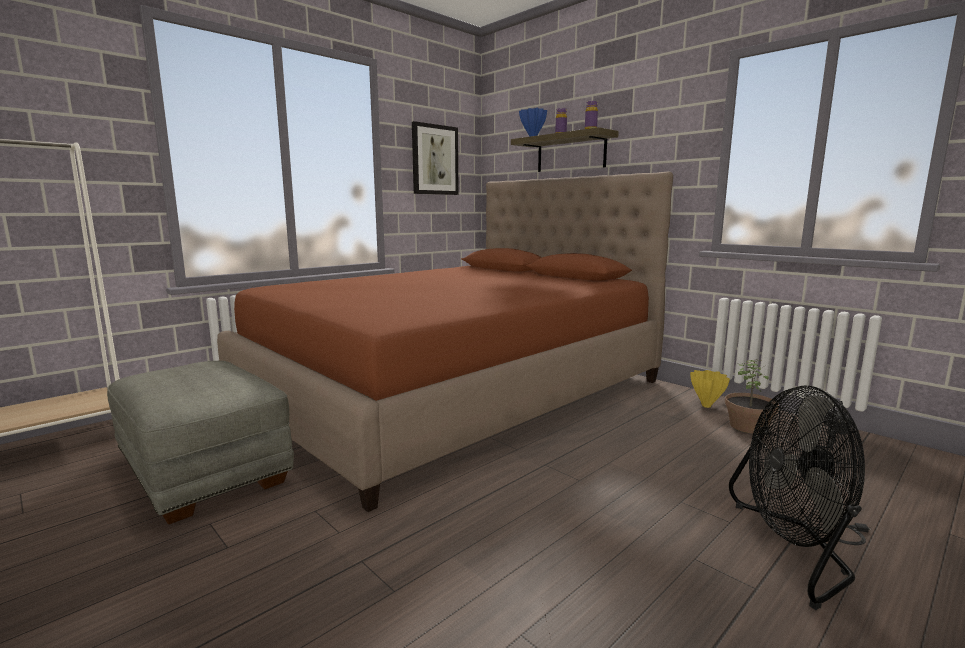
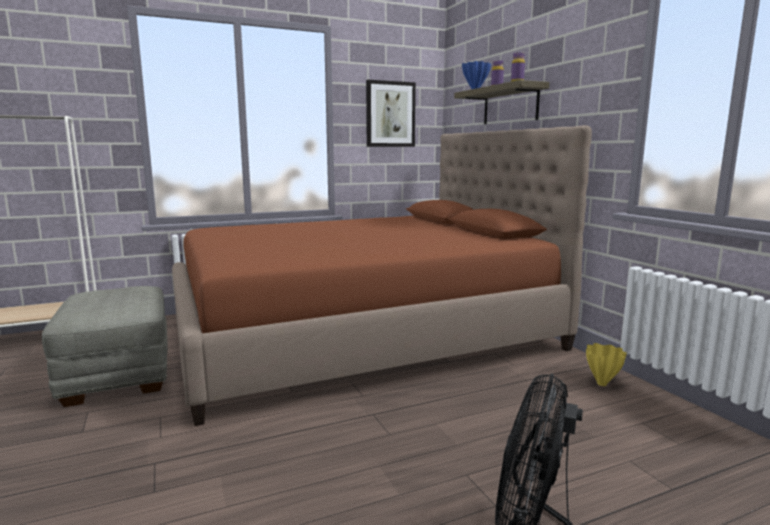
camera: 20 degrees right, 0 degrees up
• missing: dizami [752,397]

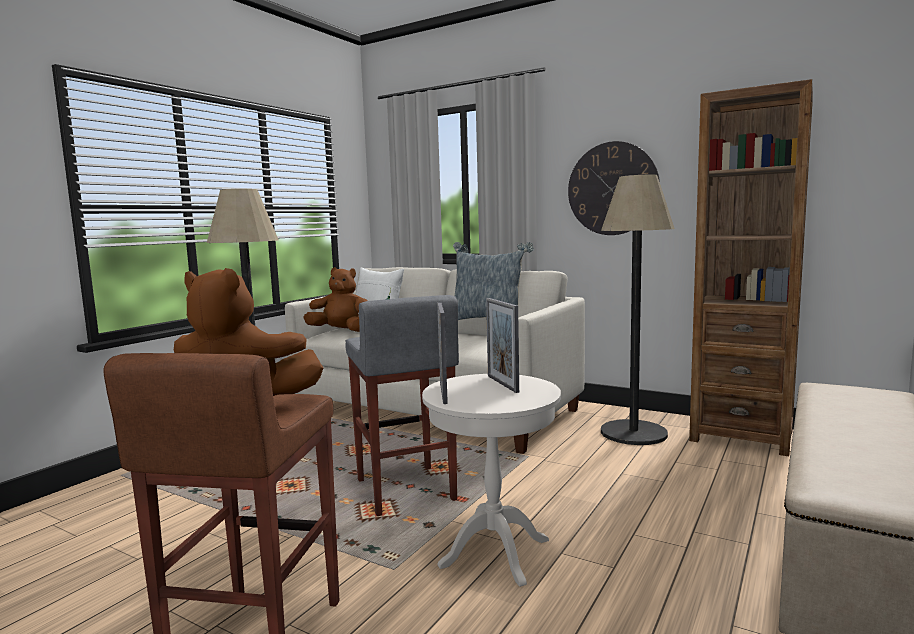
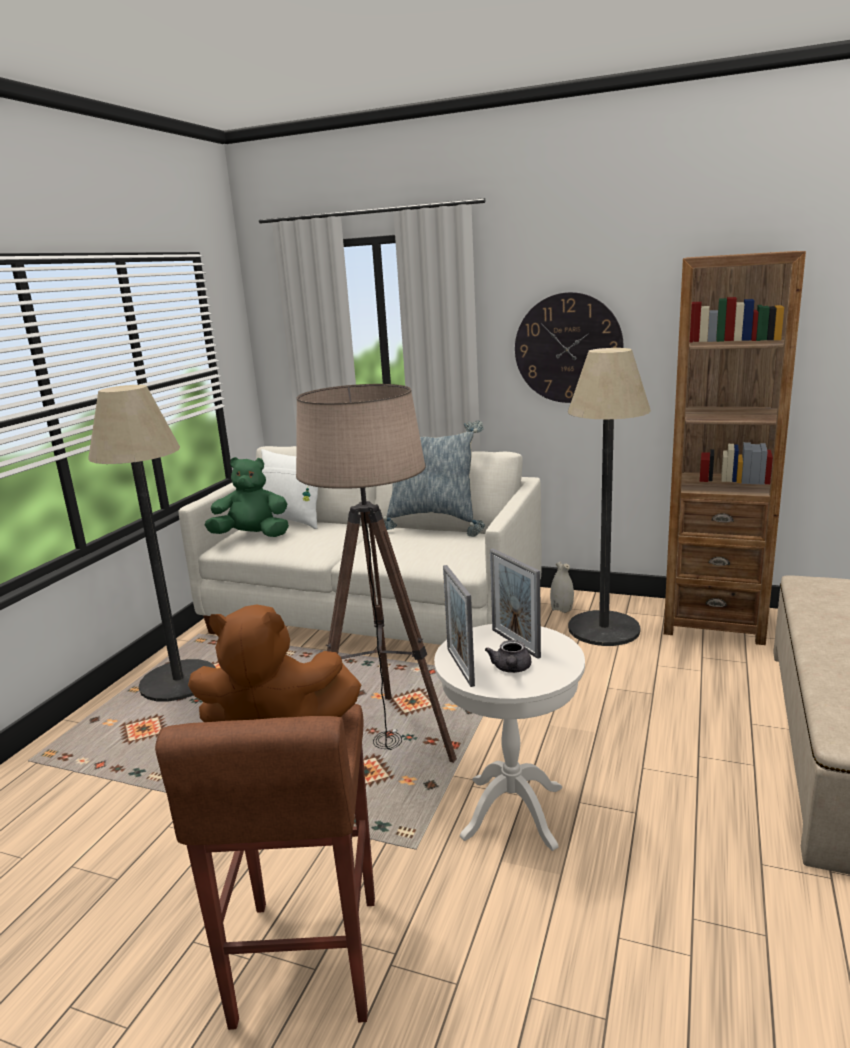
camera: 10 degrees left, 10 degrees up
• appeared: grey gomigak [508,656]
• appeared: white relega [562,587]
• exchanged: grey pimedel [402,405] to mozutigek [376,573]
• colour: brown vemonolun [335,299] to green vemonolun [247,497]

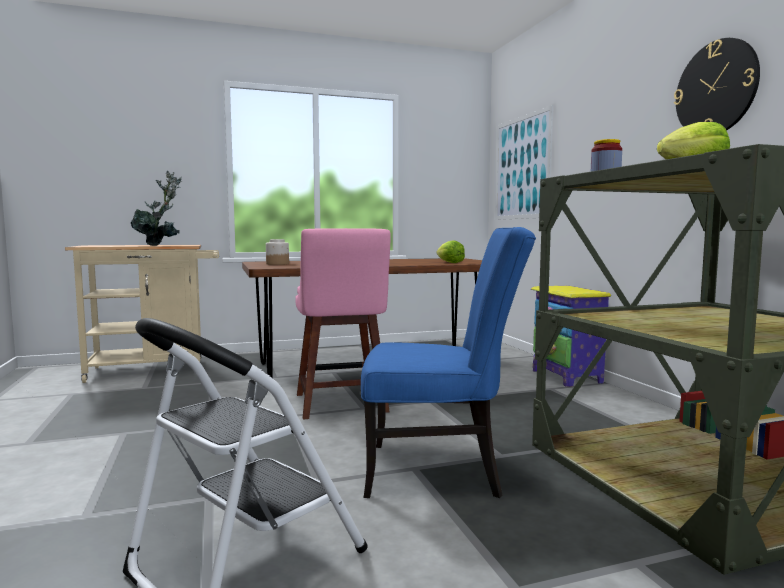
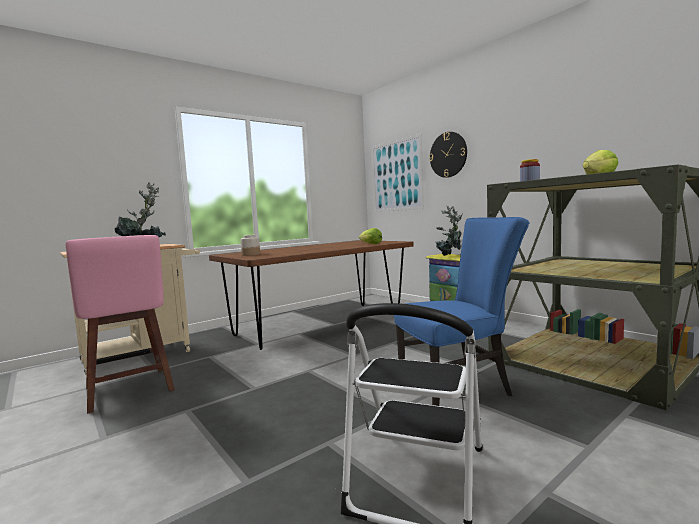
camera: 20 degrees left, 0 degrees up
• appeared: dizami [449,230]
• relocated: pink pimedel [343,323] to [120,324]
• relocated: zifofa [717,84] to [448,155]

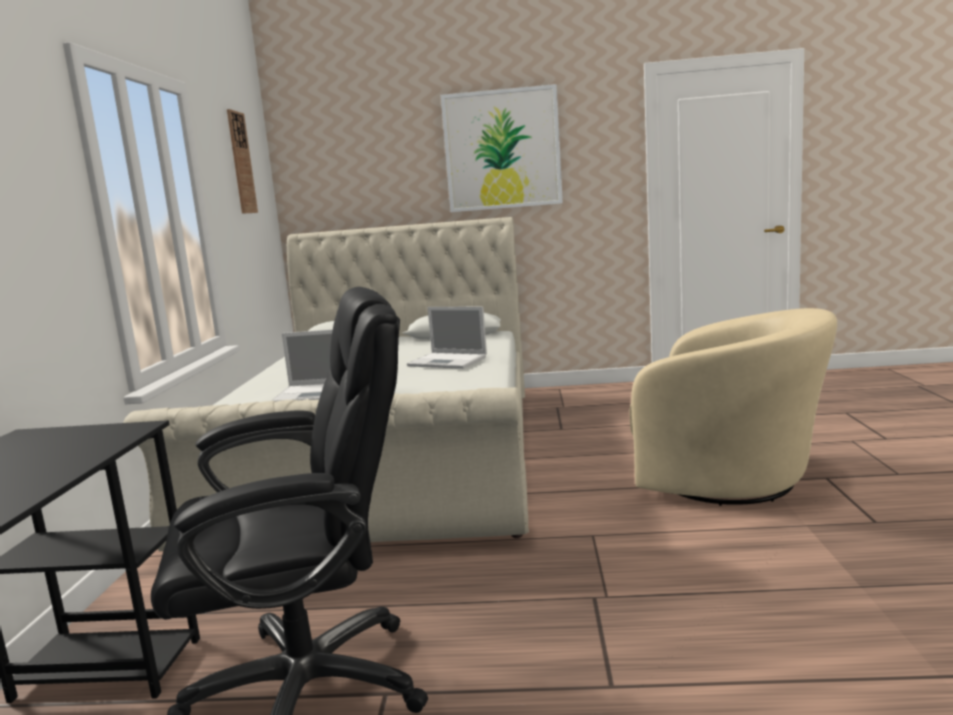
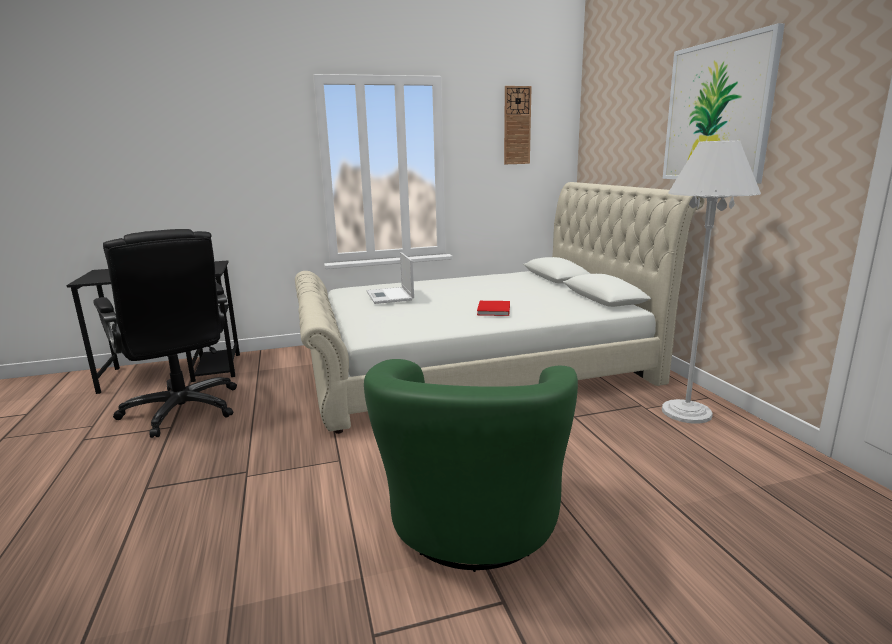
camera: 70 degrees right, 5 degrees up
• appeared: white mozutigek [711,282]
• exchanged: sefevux [447,338] to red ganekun [493,308]
• colour: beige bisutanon [733,407] to green bisutanon [471,465]

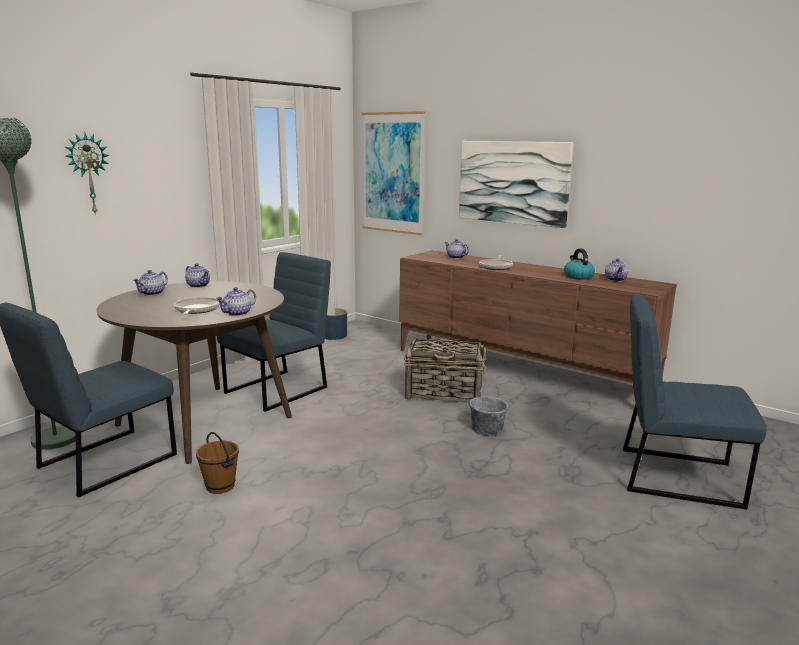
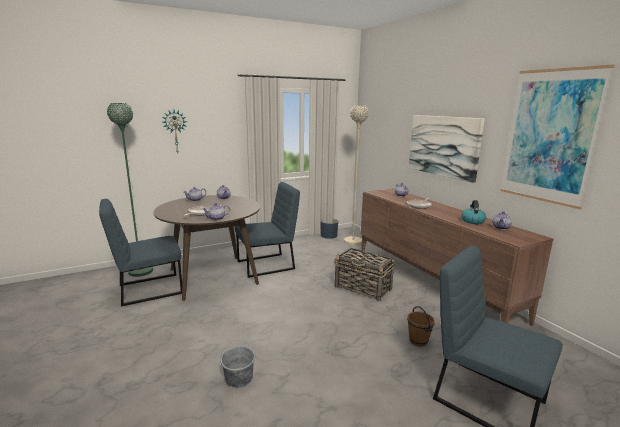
camera: 25 degrees right, 0 degrees up
• appeared: beige mozutigek [356,175]
• relocated: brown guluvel [217,463] to [421,326]
• relocated: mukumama [393,173] to [557,137]
• relocated: grey guluvel [488,410] to [237,364]

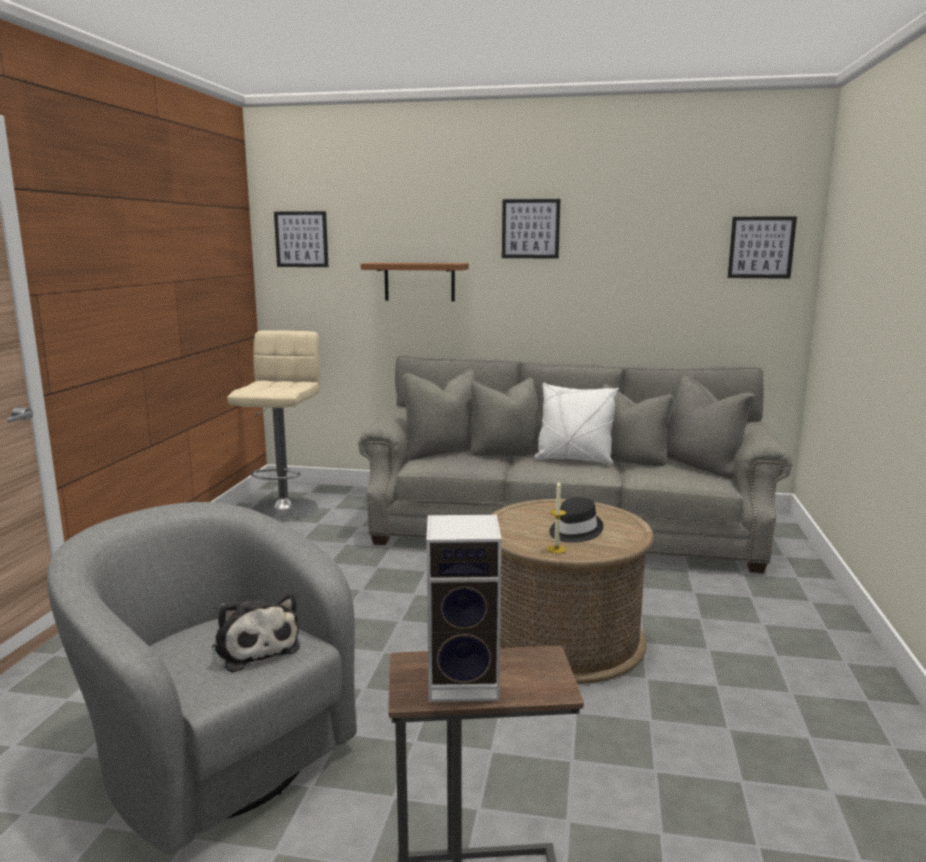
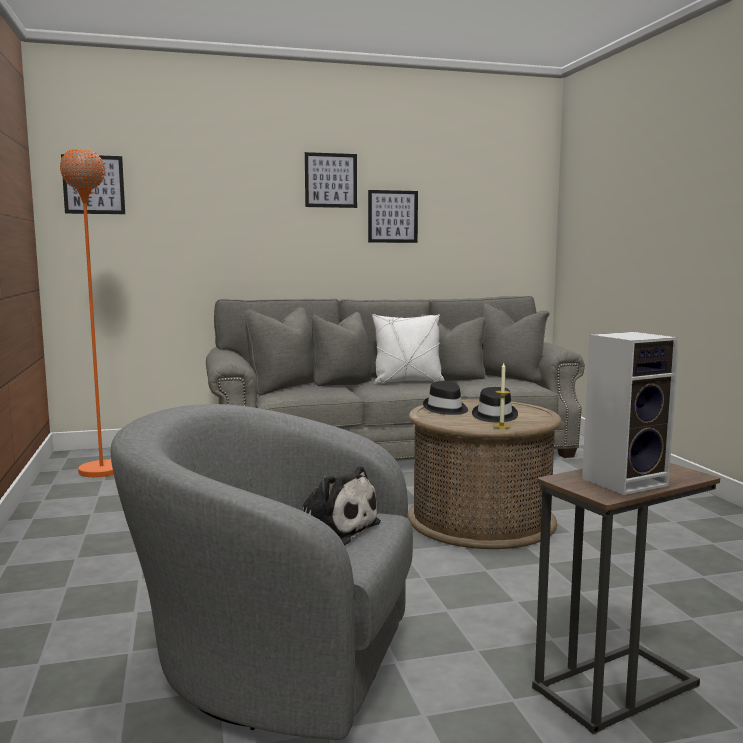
camera: 25 degrees left, 5 degrees down
• missing: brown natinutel [415,282]
• appeared: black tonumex [445,398]
• relocated: mukumama [762,247] to [393,216]
• exchanged: beige pimedel [273,426] to orange mozutigek [87,313]

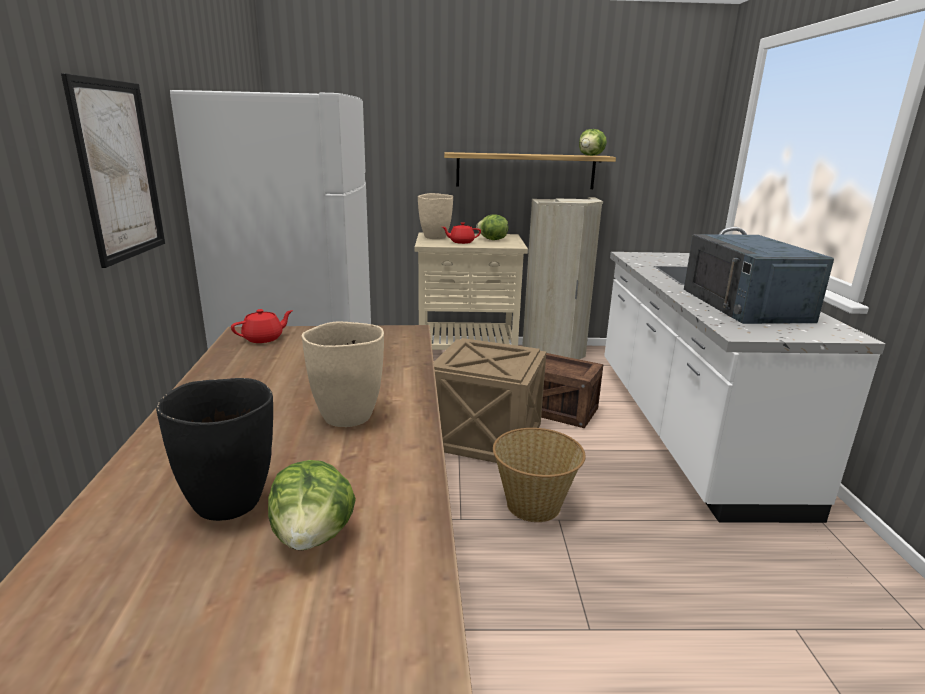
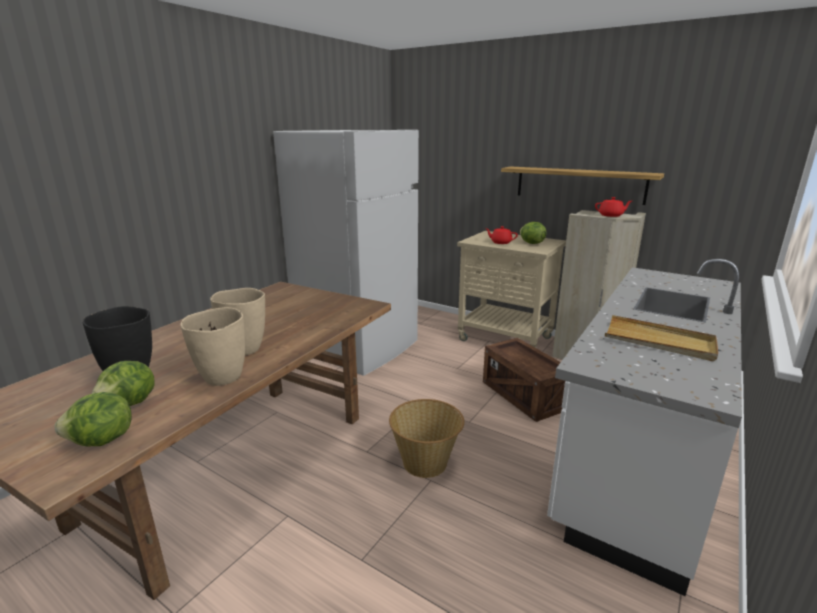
camera: 35 degrees right, 0 degrees up
• missing: mukumama [113,170]
• missing: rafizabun [490,400]
• relocated: red gomigak [262,326] to [613,207]
• relocated: beige relega [435,216] to [212,346]
• relocated: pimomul [593,142] to [93,419]
• exchanged: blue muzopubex [759,279] to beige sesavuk [661,338]

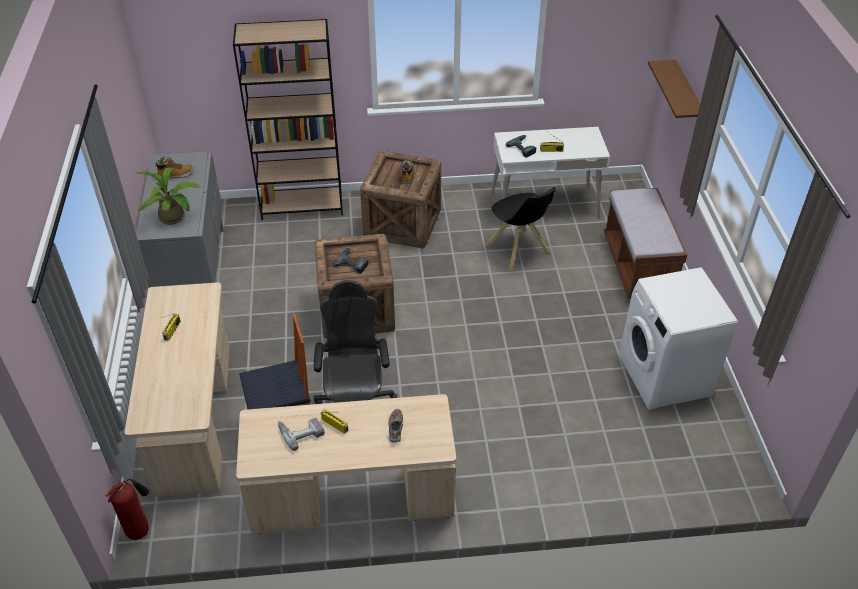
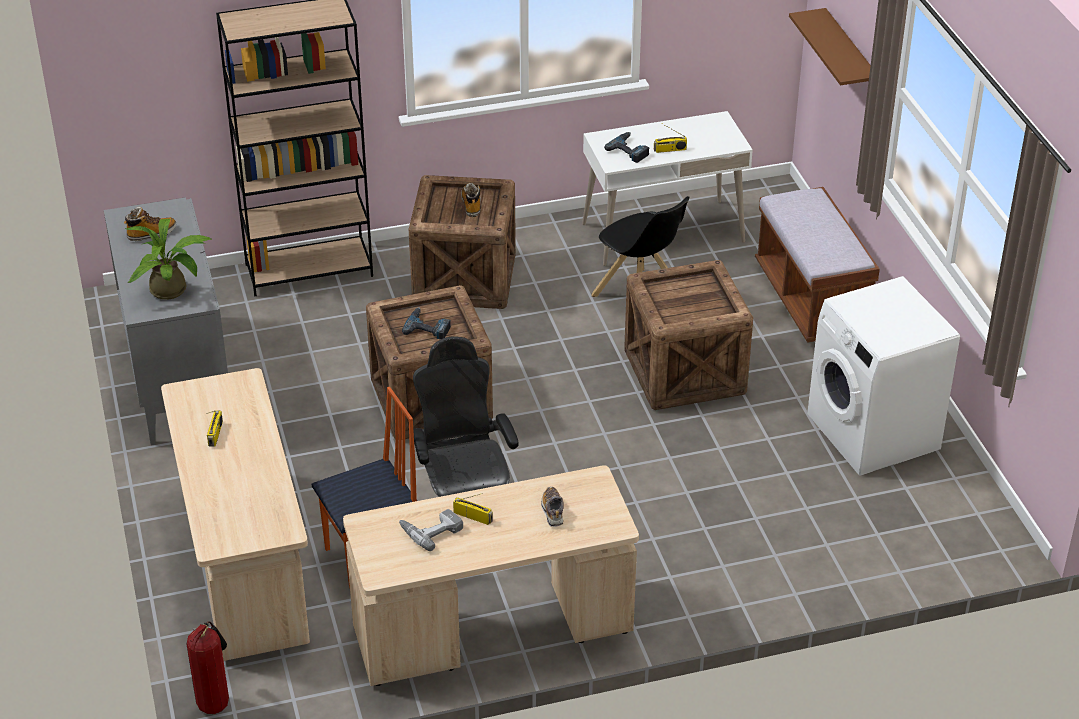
camera: 10 degrees left, 5 degrees down
• appeared: rafizabun [688,335]

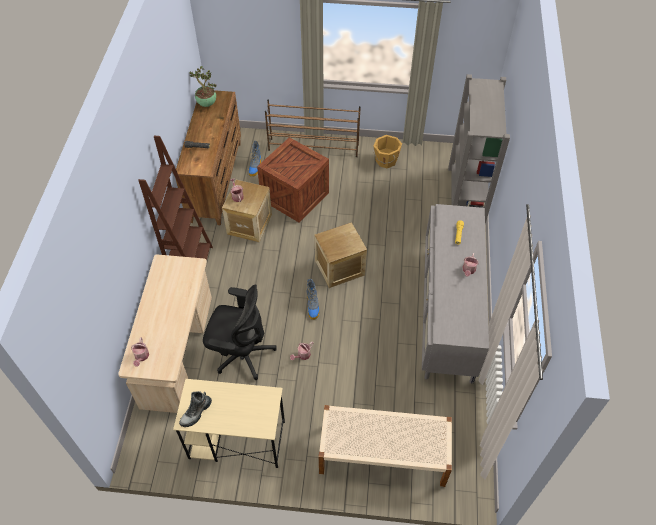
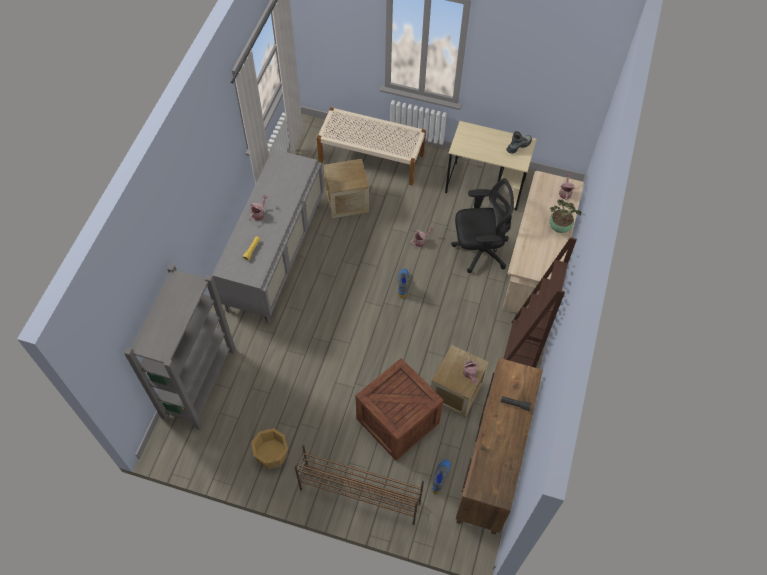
camera: 170 degrees left, 5 degrees up
• relocated: dizami [203,86] to [566,216]
• relocated: rafizabun [341,255] to [346,189]
• spun: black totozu [240,332] = [482,225] 150 degrees clockwise

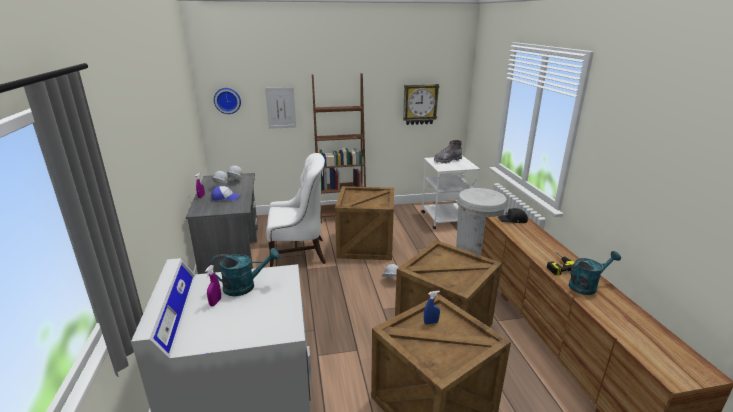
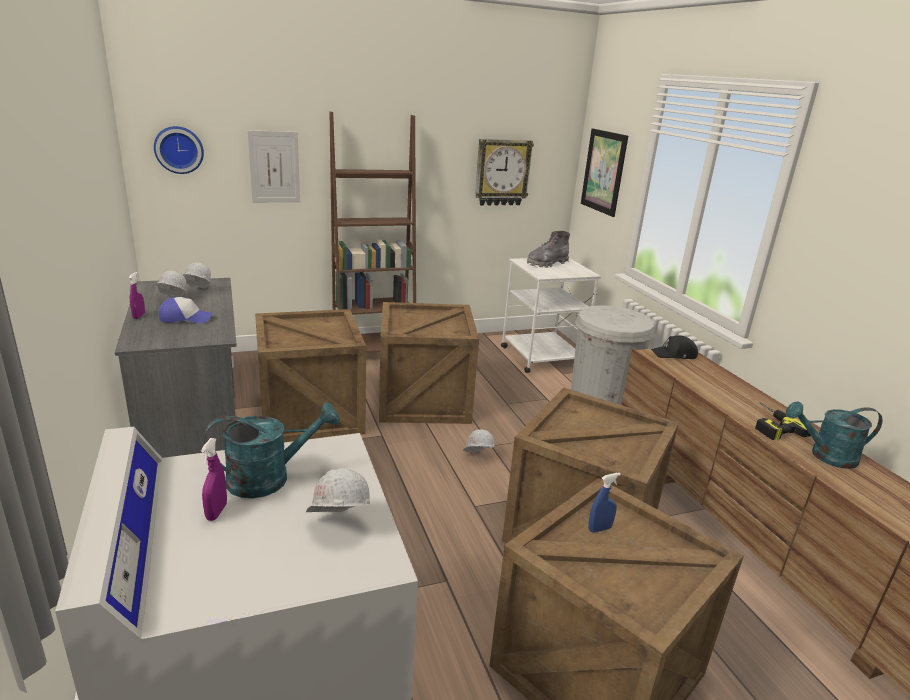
camera: 10 degrees left, 0 degrees up
• appeared: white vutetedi [327,490]
• appeared: mukumama [604,172]
• exchanged: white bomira [296,210] to rafizabun [310,375]
• spun: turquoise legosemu [595,273] = [834,435] 150 degrees counterclockwise

